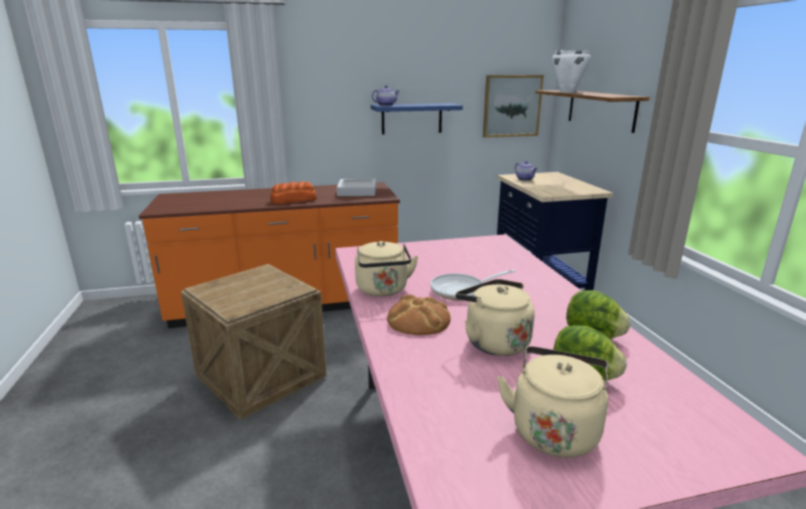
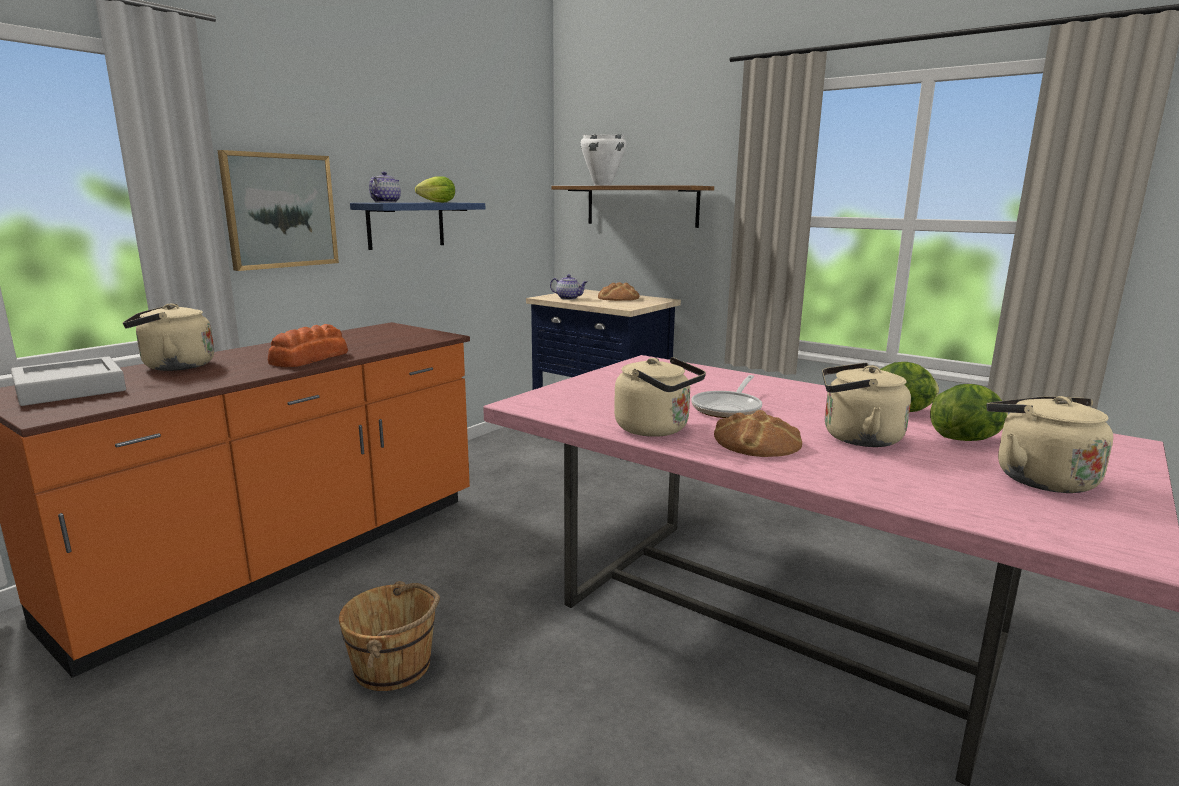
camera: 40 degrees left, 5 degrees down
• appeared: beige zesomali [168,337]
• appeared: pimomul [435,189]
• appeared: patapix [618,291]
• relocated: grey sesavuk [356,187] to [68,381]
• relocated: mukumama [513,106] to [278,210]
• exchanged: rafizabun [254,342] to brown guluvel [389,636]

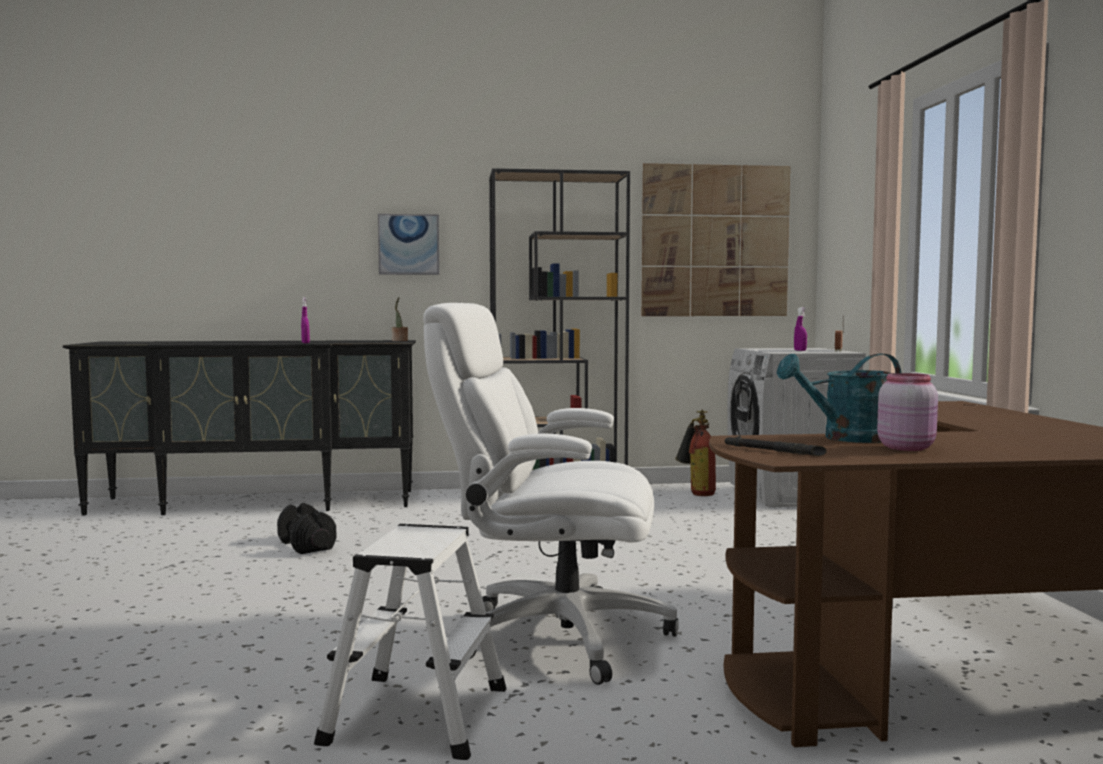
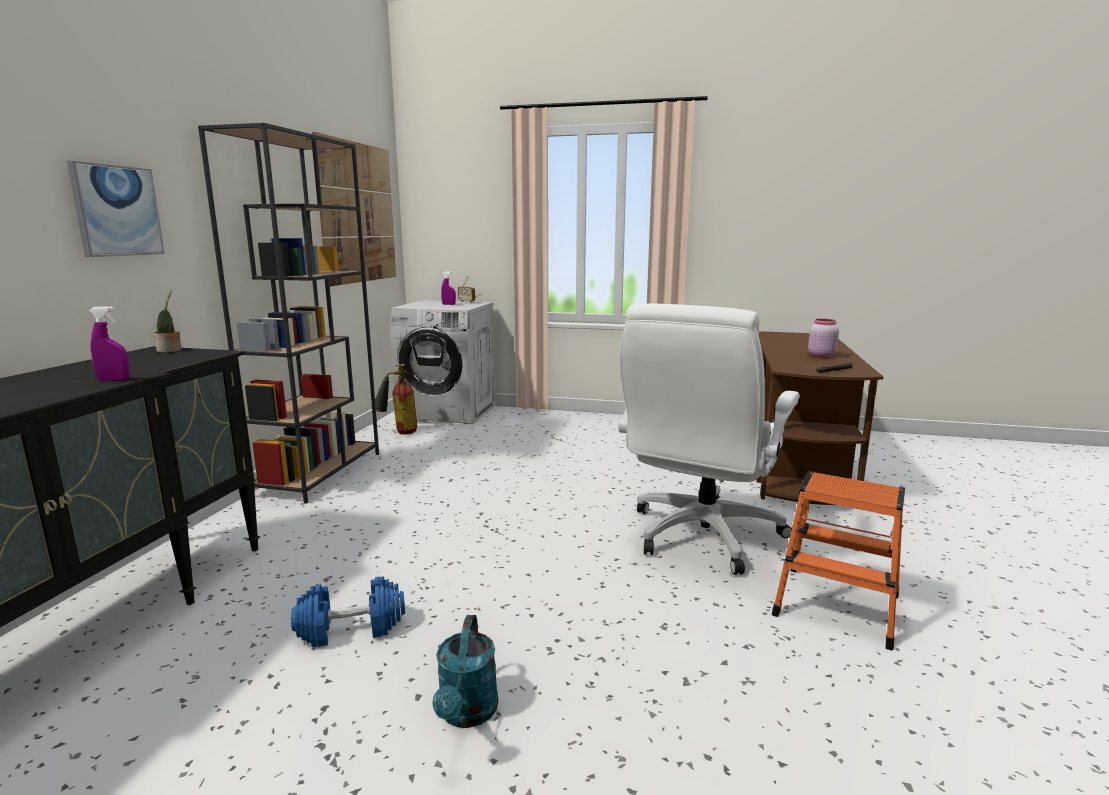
camera: 70 degrees left, 10 degrees up
• relocated: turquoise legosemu [839,398] to [465,671]
• colour: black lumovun [307,528] to blue lumovun [348,611]
• colour: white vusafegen [410,642] to orange vusafegen [838,560]

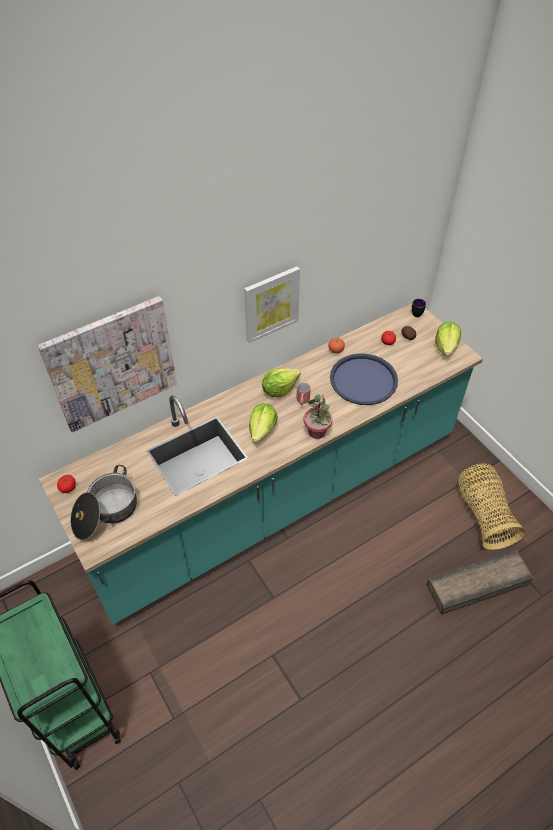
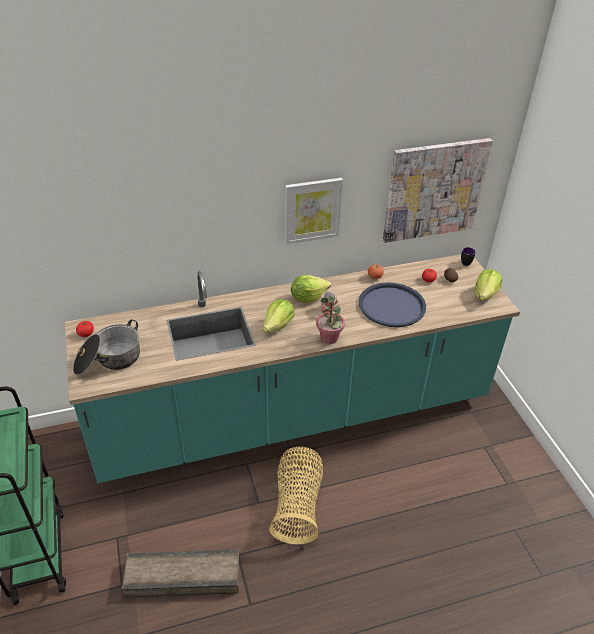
camera: 15 degrees right, 10 degrees down
• relocated: mukumama [107,364] to [438,190]
• relocated: rafizabun [480,582] to [180,573]
• relocated: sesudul [492,506] to [296,495]

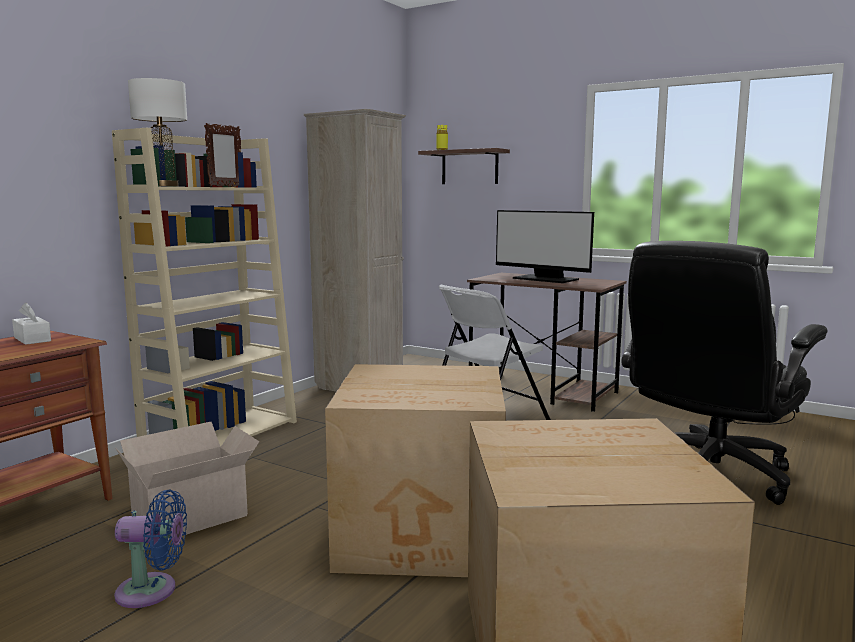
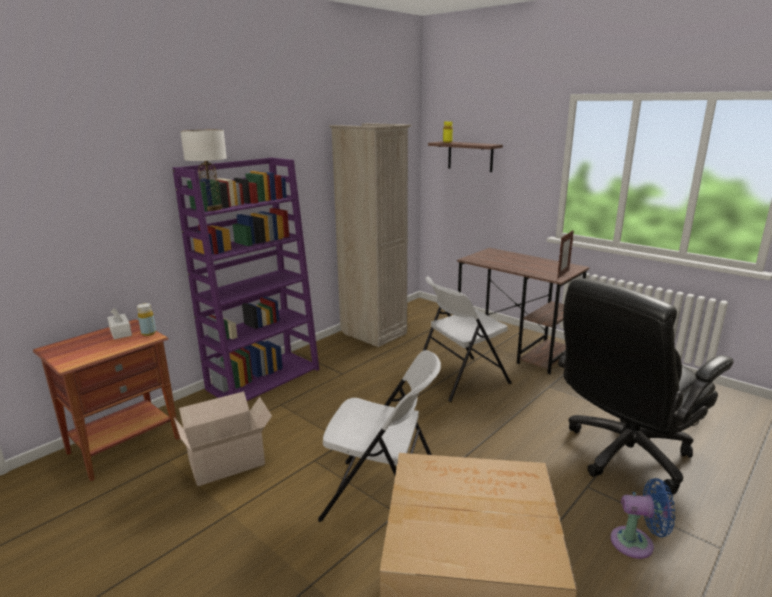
camera: 10 degrees right, 10 degrees up
• missing: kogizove [545,246]
• appeared: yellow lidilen [146,319]
• relocated: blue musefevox [150,549] to [643,518]
• relocated: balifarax [222,155] to [565,254]
• exchanged: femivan [415,470] to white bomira [379,436]
• colour: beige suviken [204,287] to purple suviken [245,279]

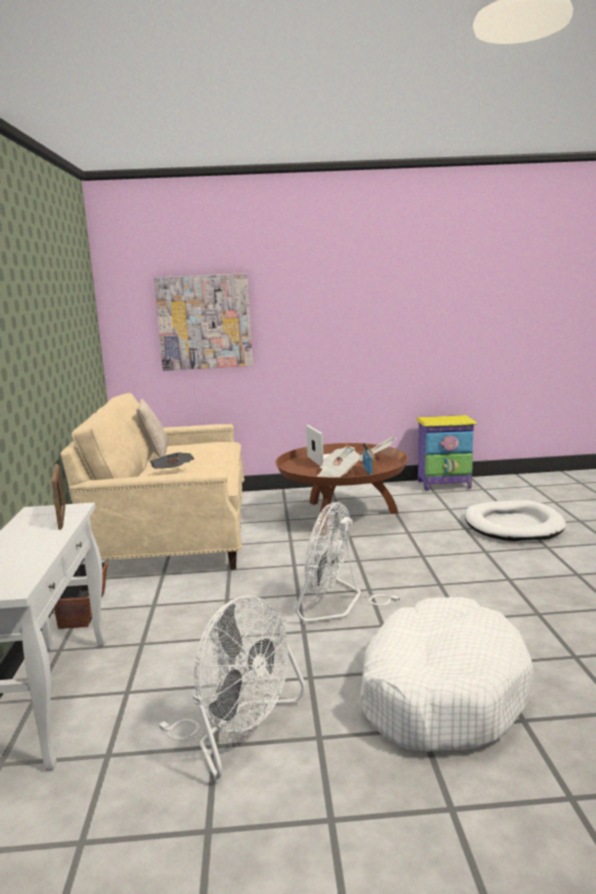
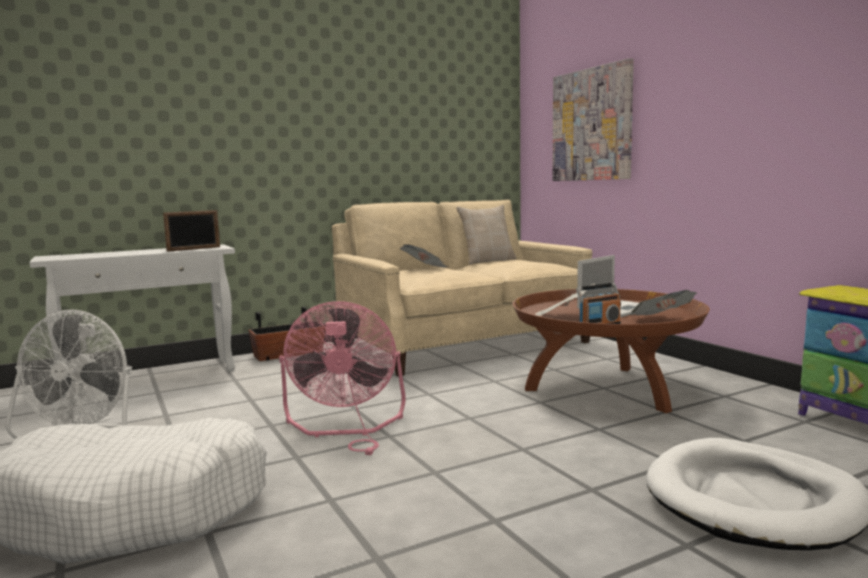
camera: 65 degrees right, 5 degrees down
• colour: white musefevox [347,563] to pink musefevox [342,378]

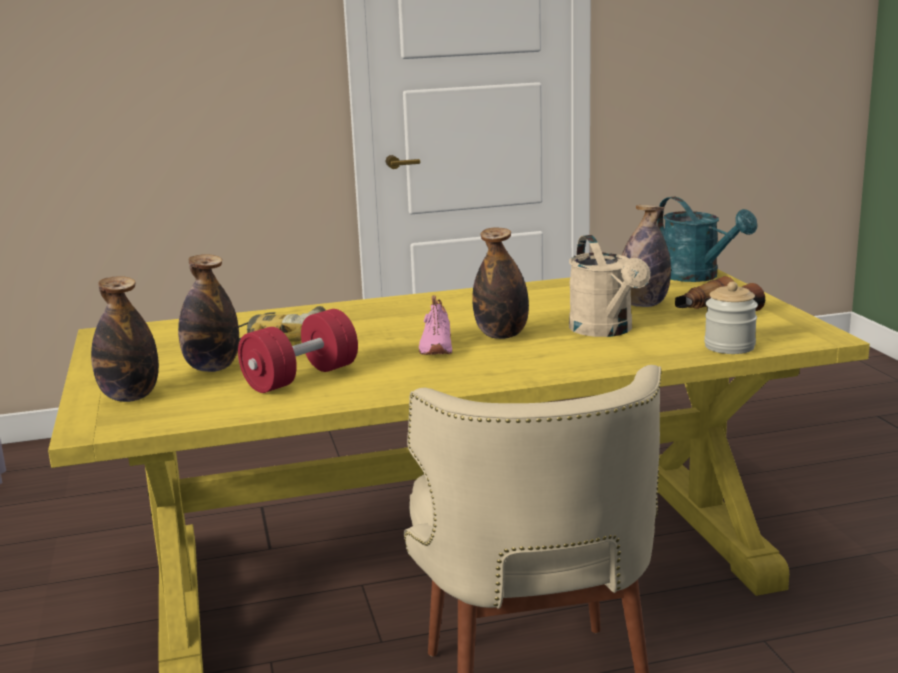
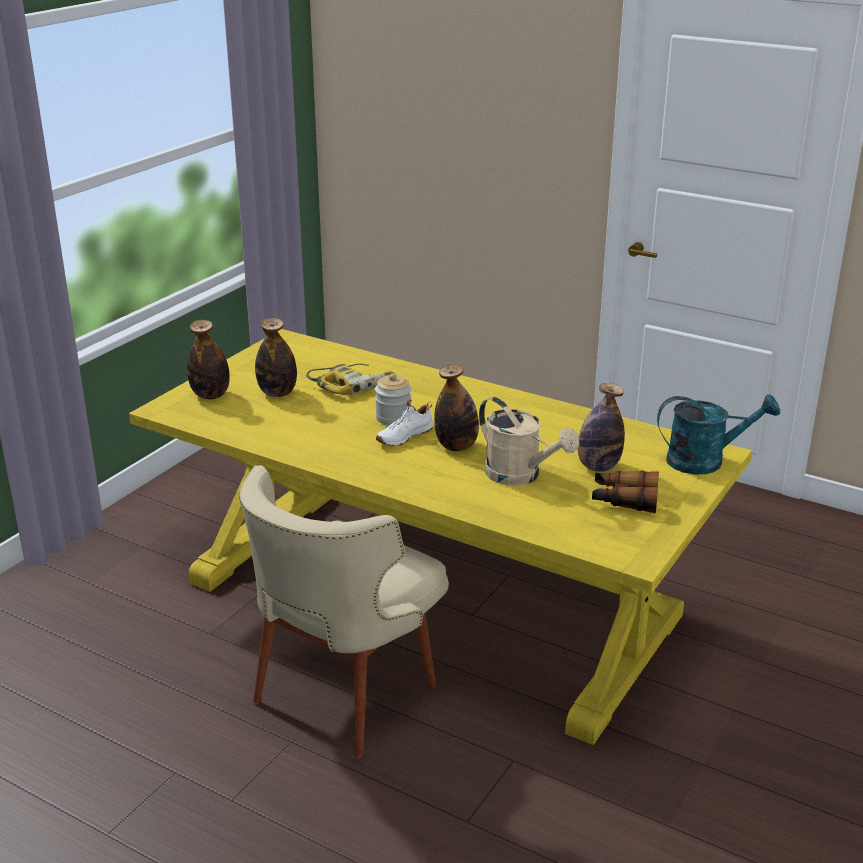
camera: 45 degrees right, 10 degrees up
• missing: red lumovun [298,351]
• relocated: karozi [731,317] to [393,399]
• colour: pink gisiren [435,325] to white gisiren [405,423]
• spun: beige legosemu [609,286] = [529,441] 75 degrees counterclockwise
• spun: turquoise legosemu [707,239] = [718,434] 105 degrees counterclockwise

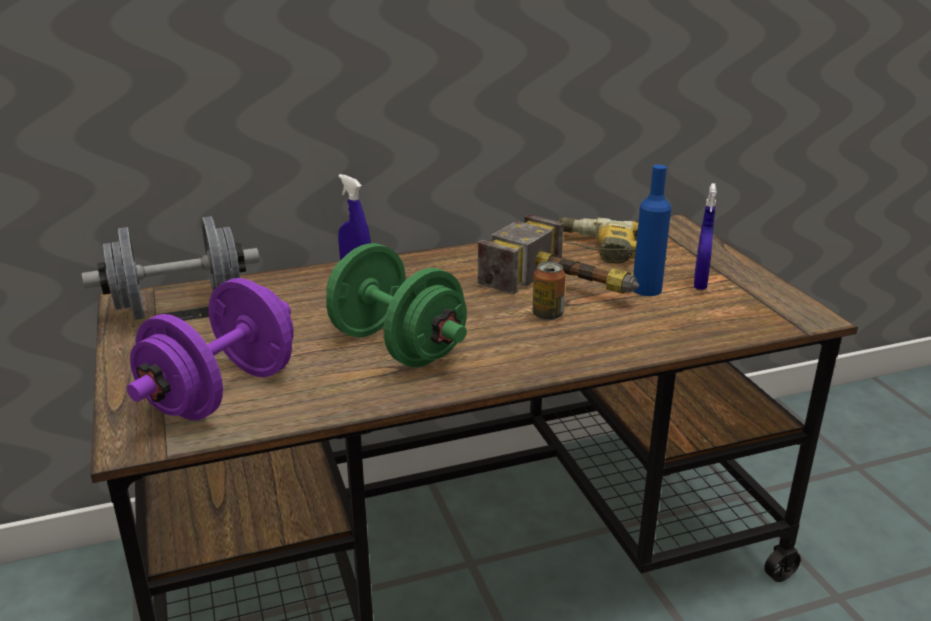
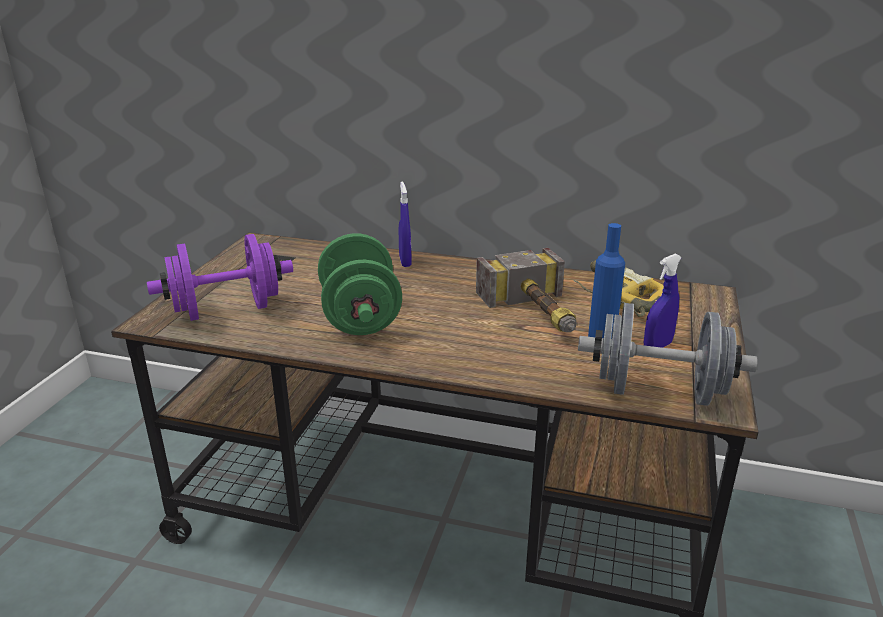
camera: 35 degrees right, 0 degrees up
• missing: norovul [549,290]
• relocated: grey lumovun [171,268] to [667,354]

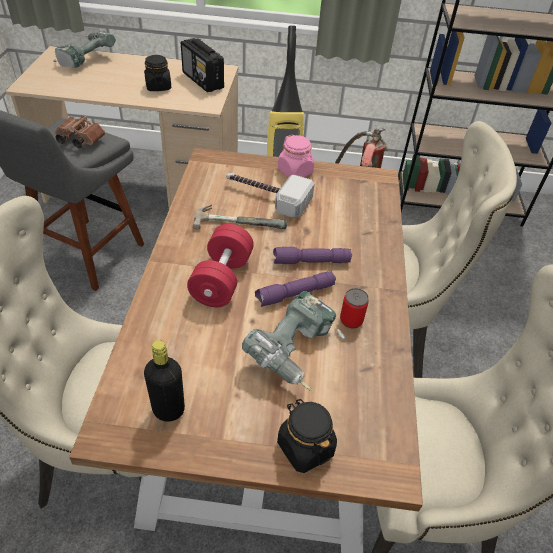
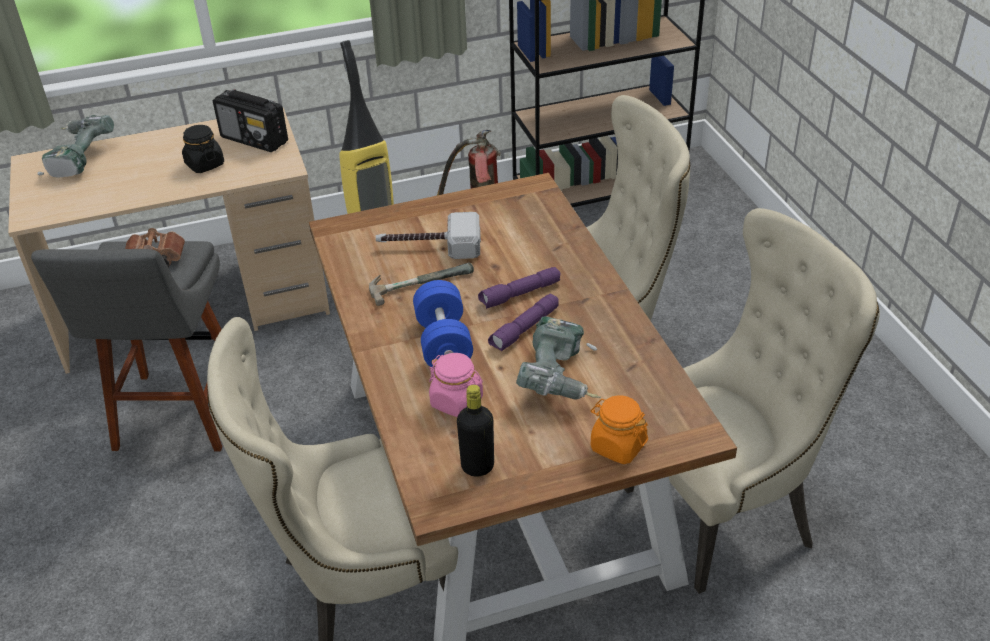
camera: 20 degrees left, 5 degrees down
• missing: norovul [354,308]
• relocated: pink karozi [296,156] to [456,385]
• colour: red lumovun [220,265] to blue lumovun [443,323]
• colour: black karozi [307,436] to orange karozi [619,429]

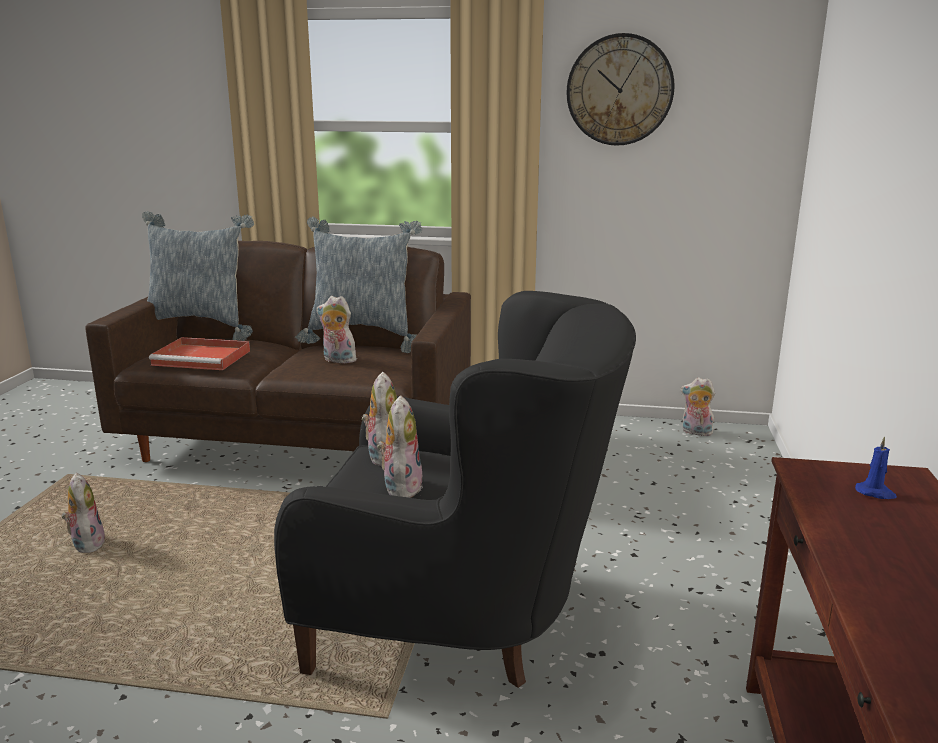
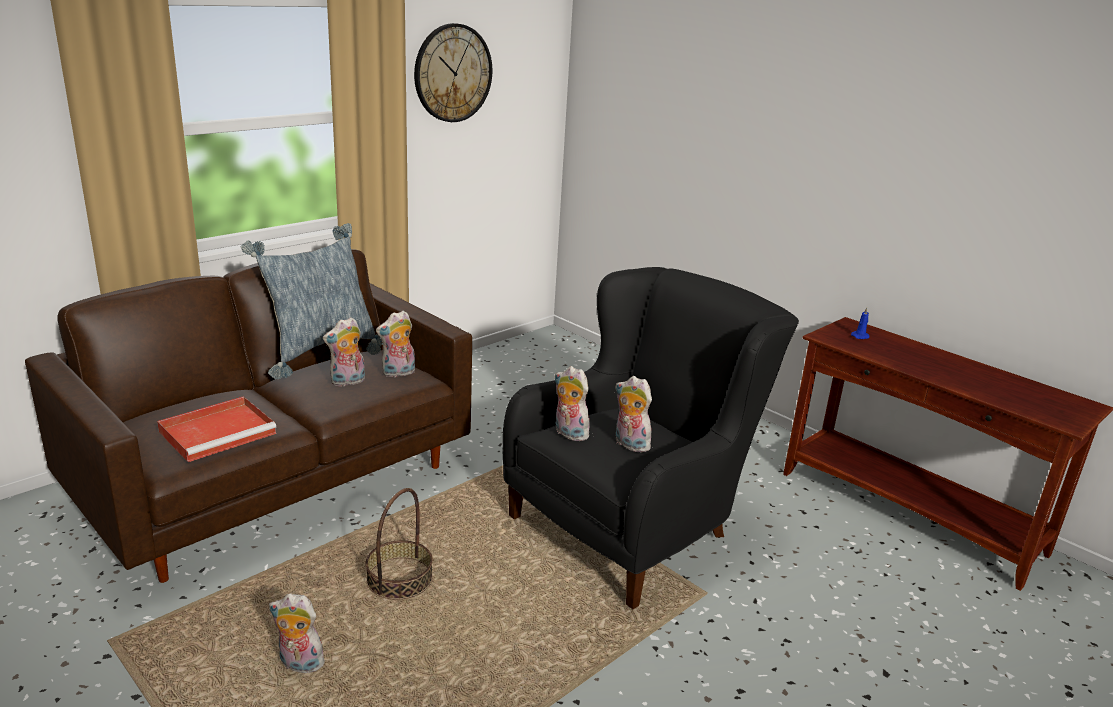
camera: 55 degrees left, 5 degrees up
• missing: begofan [198,276]
• appeared: sesudul [399,544]
• relocated: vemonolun [698,406] to [395,344]

